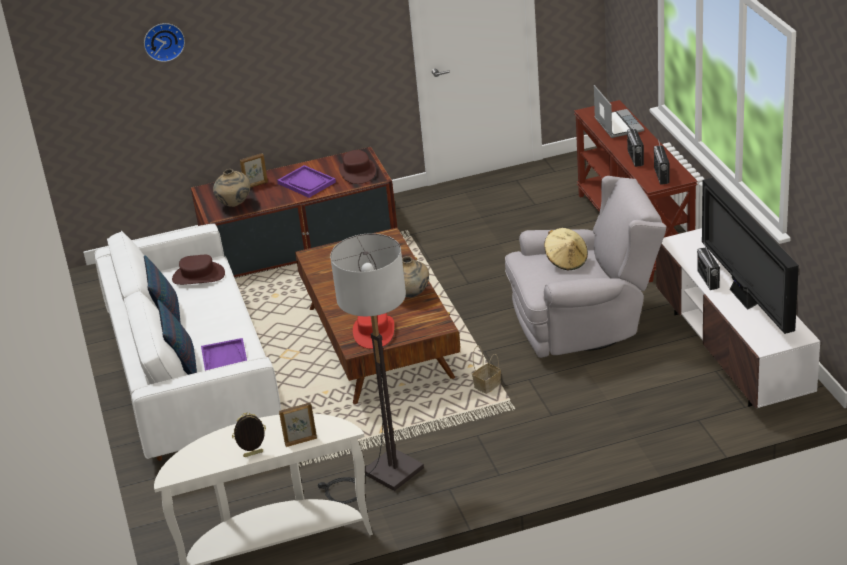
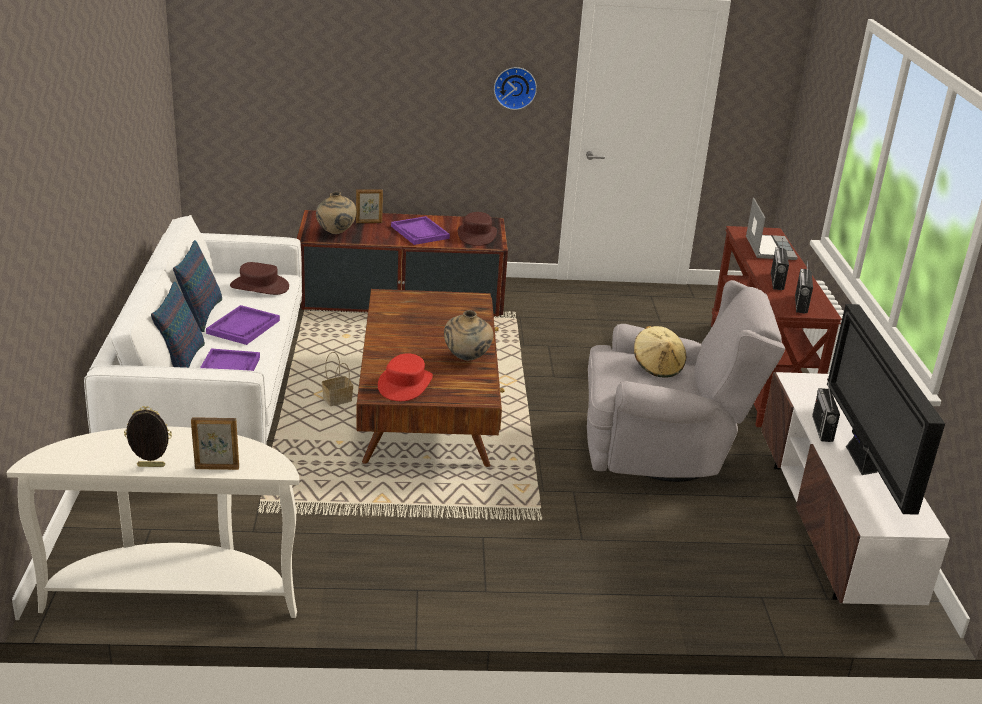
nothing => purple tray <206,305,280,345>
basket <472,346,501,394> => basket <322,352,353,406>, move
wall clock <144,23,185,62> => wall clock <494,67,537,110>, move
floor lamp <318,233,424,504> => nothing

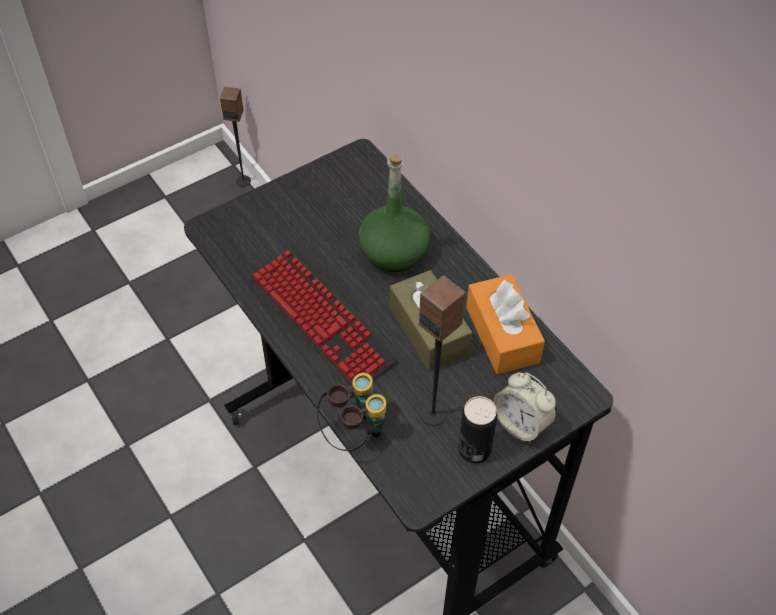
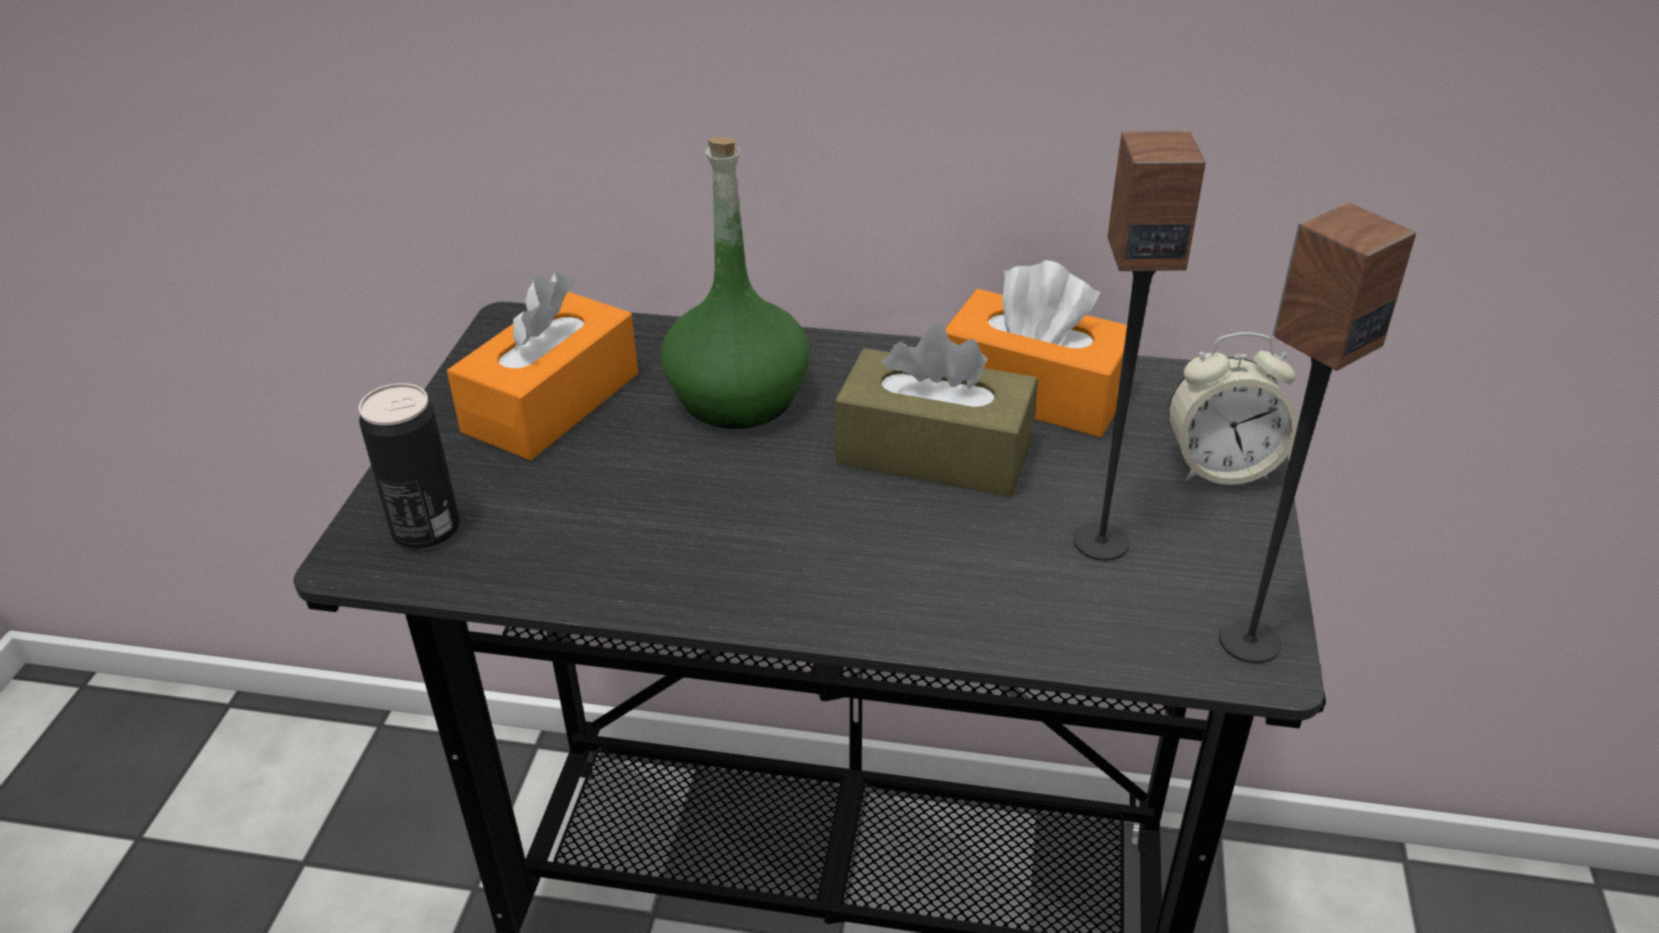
can <458,396,497,464> => can <359,383,460,549>, move
nothing => orange tissue box <447,272,638,460>
speaker <220,87,251,187> => speaker <1219,202,1416,663>, move
keyboard <249,250,397,386> => nothing
binoculars <316,373,387,451> => nothing

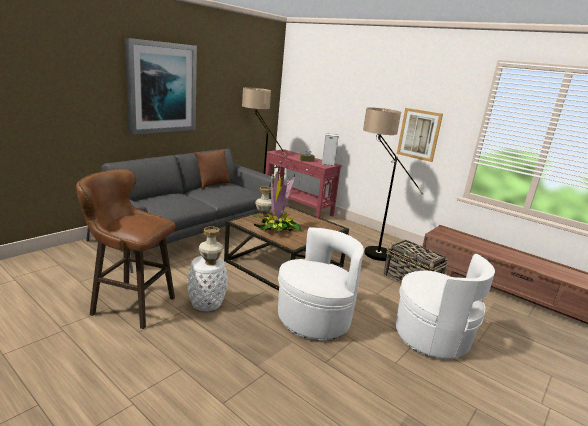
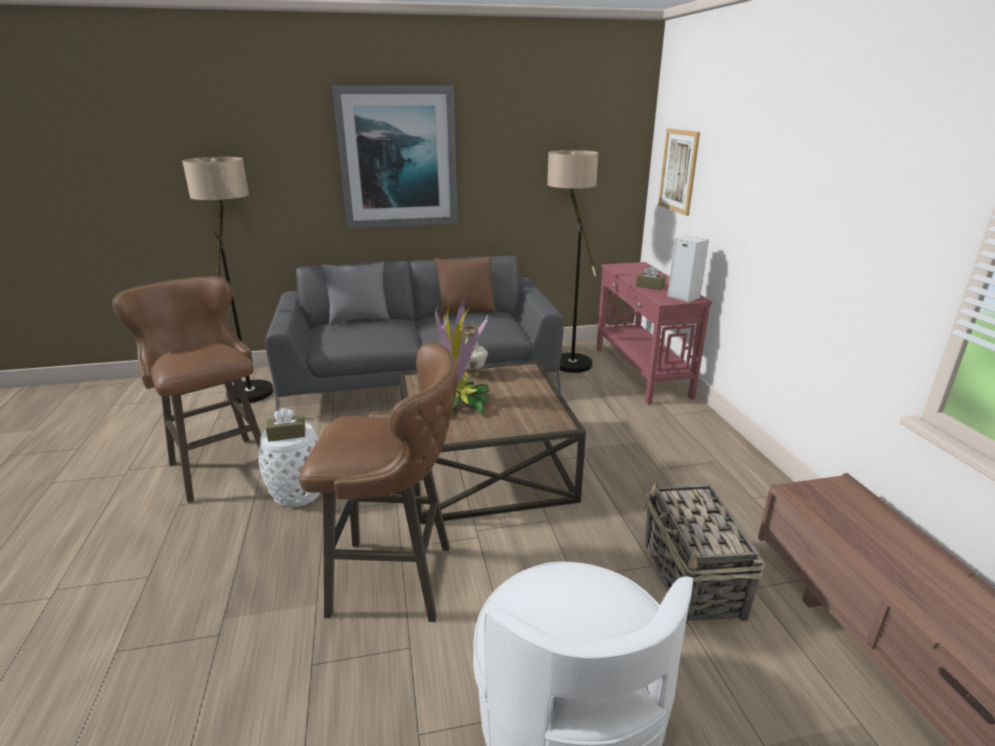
floor lamp <363,107,423,261> => floor lamp <182,157,273,404>, move
vase <199,227,223,265> => brown tissue box <266,408,305,442>
white armchair <278,227,364,341> => brown stool <299,342,458,622>
nothing => grey pillow <321,262,390,326>
picture <397,108,443,162> => picture <658,128,700,216>, move

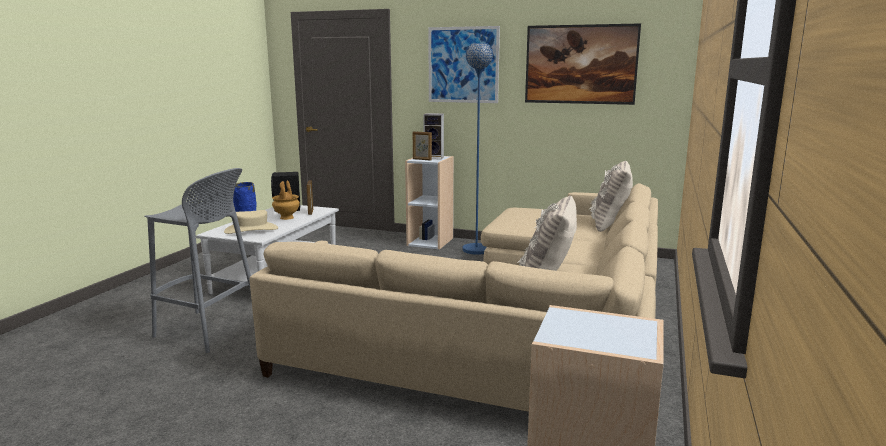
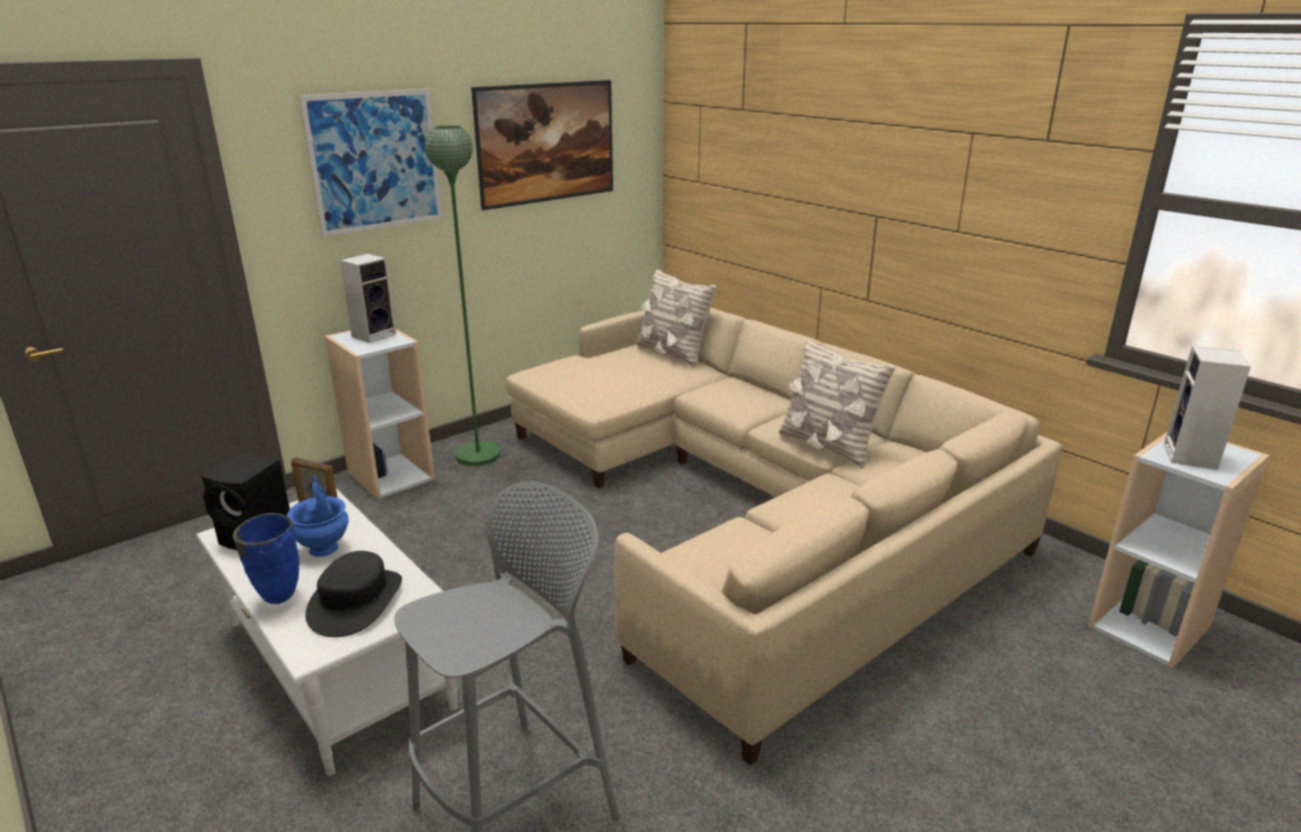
brown vase <272,181,300,220> => blue vase <287,476,349,557>
beige hat <224,210,278,234> => black hat <305,551,402,637>
blue floor lamp <463,43,493,255> => green floor lamp <425,125,501,466>
nothing => speaker <1164,346,1251,470>
picture frame <413,131,432,160> => nothing

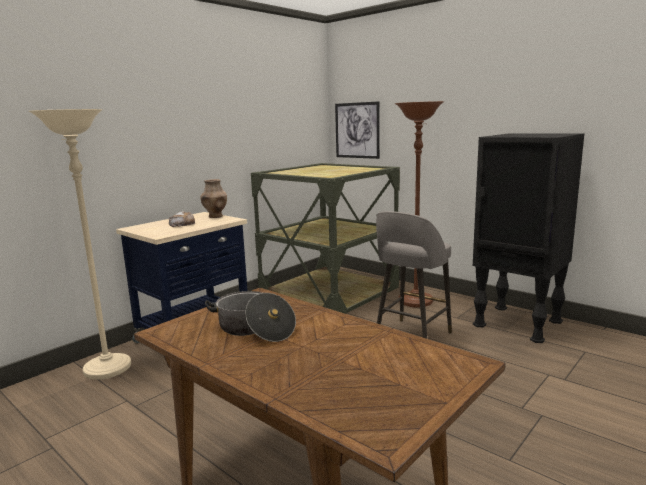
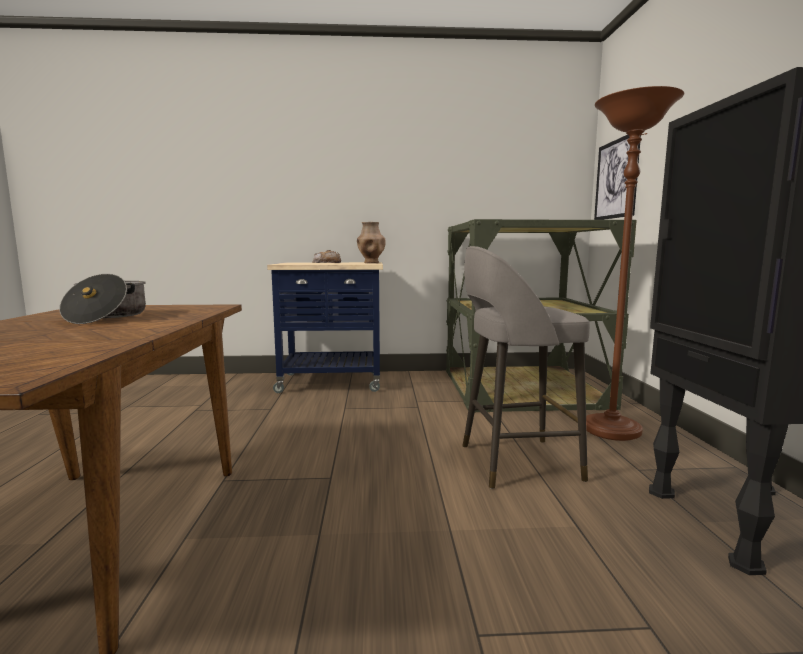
beige floor lamp <29,109,131,380> => nothing

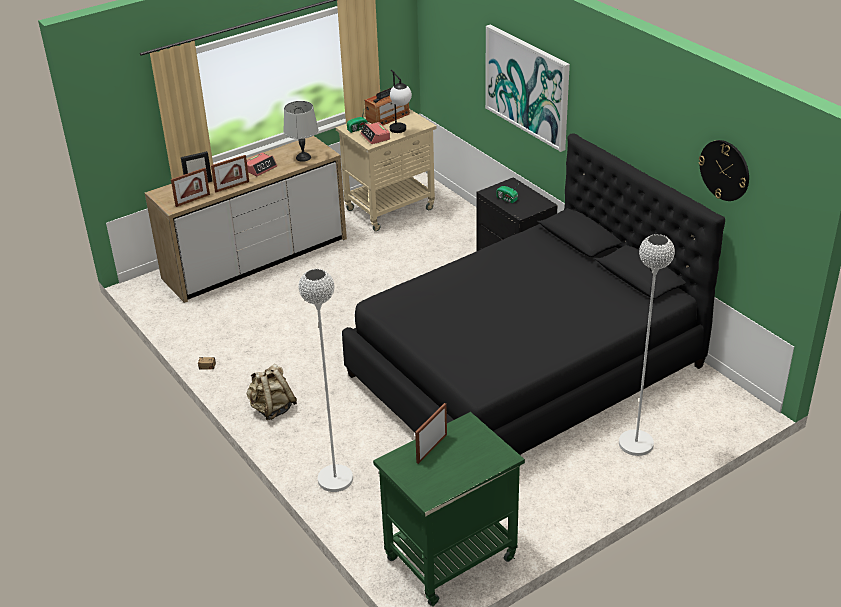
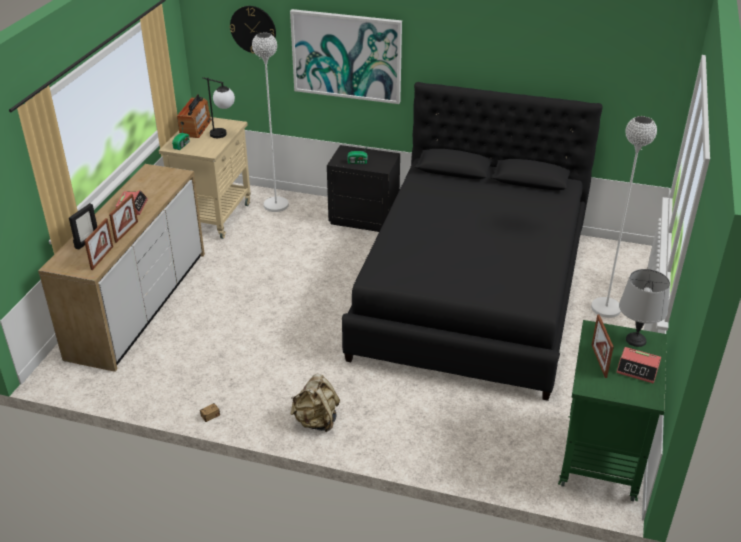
wall clock <698,140,749,201> => wall clock <230,6,276,54>, move
white floor lamp <299,268,353,492> => white floor lamp <252,33,289,212>, move
alarm clock <361,122,390,144> => alarm clock <616,347,661,384>, move
grey table lamp <283,101,318,162> => grey table lamp <619,269,670,347>, move

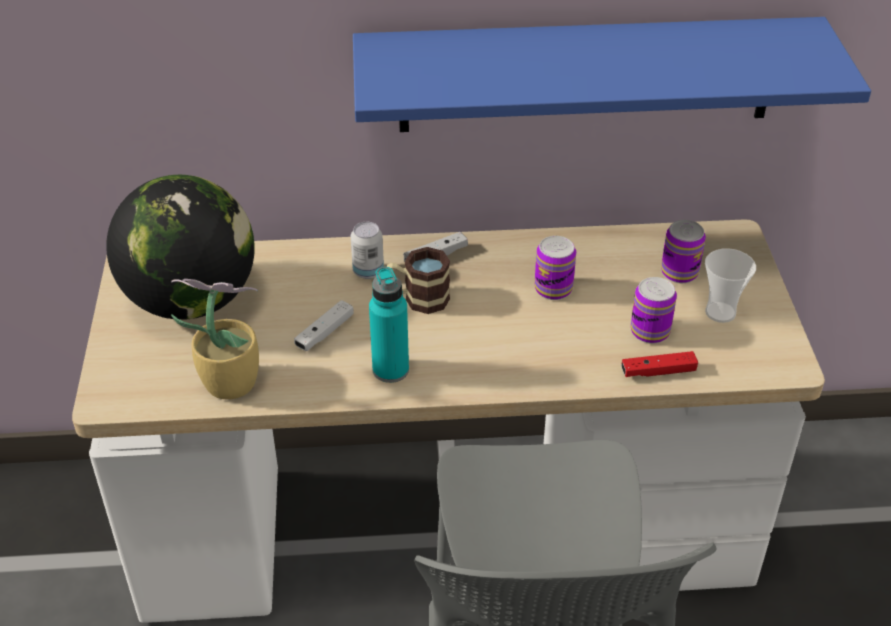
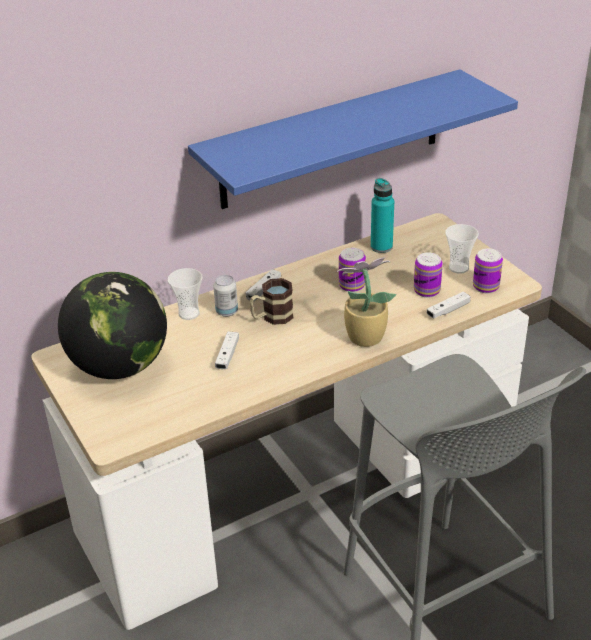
nothing => cup <168,268,203,320>
potted plant <171,279,259,400> => potted plant <336,257,397,347>, move
turquoise bottle <369,267,409,383> => turquoise bottle <371,178,394,253>, move
red game controller <621,351,698,377> => white game controller <426,292,471,318>
can <661,220,706,283> => can <473,248,503,293>, move

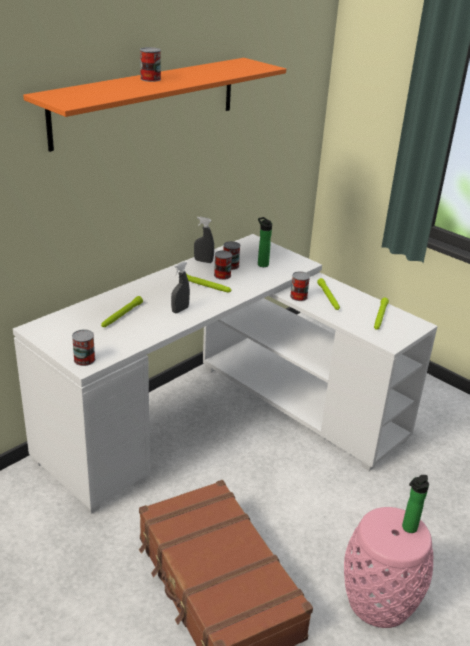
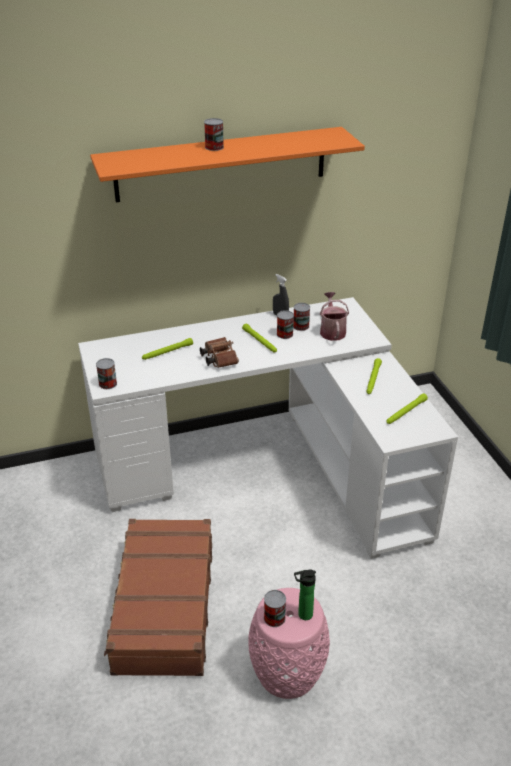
grey spray bottle <171,261,190,313> => brown binoculars <200,337,239,368>
can <290,271,310,301> => can <264,590,286,627>, move
bottle <258,217,272,267> => watering can <320,292,349,341>

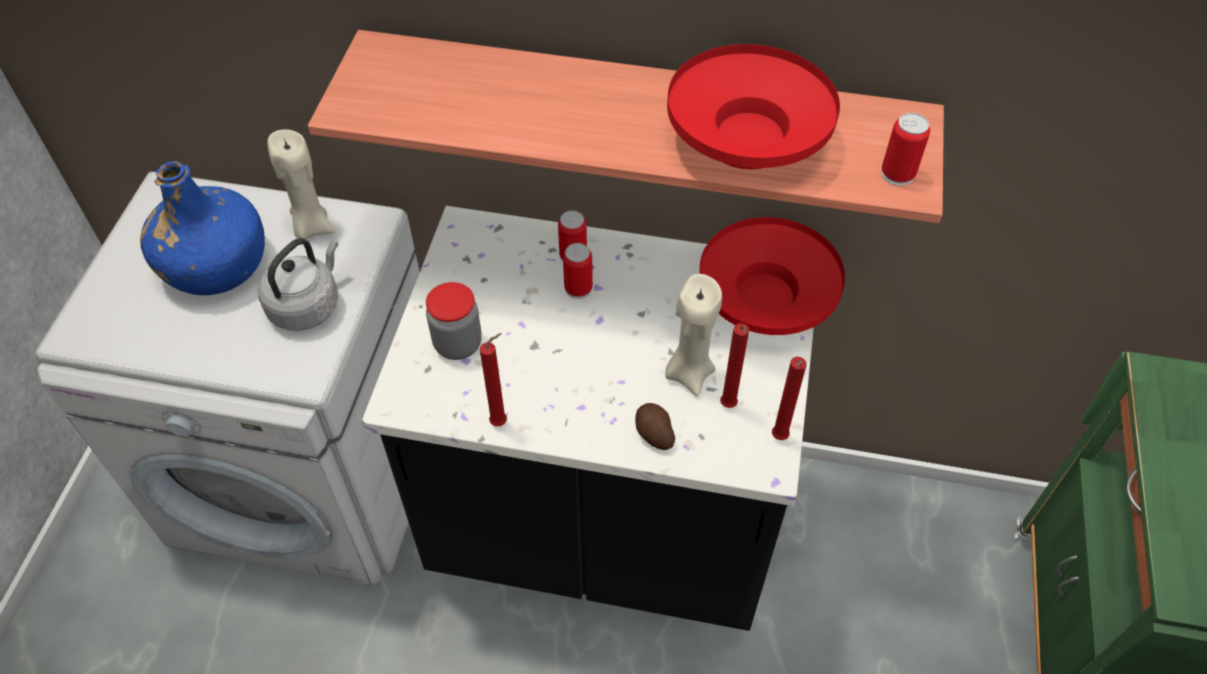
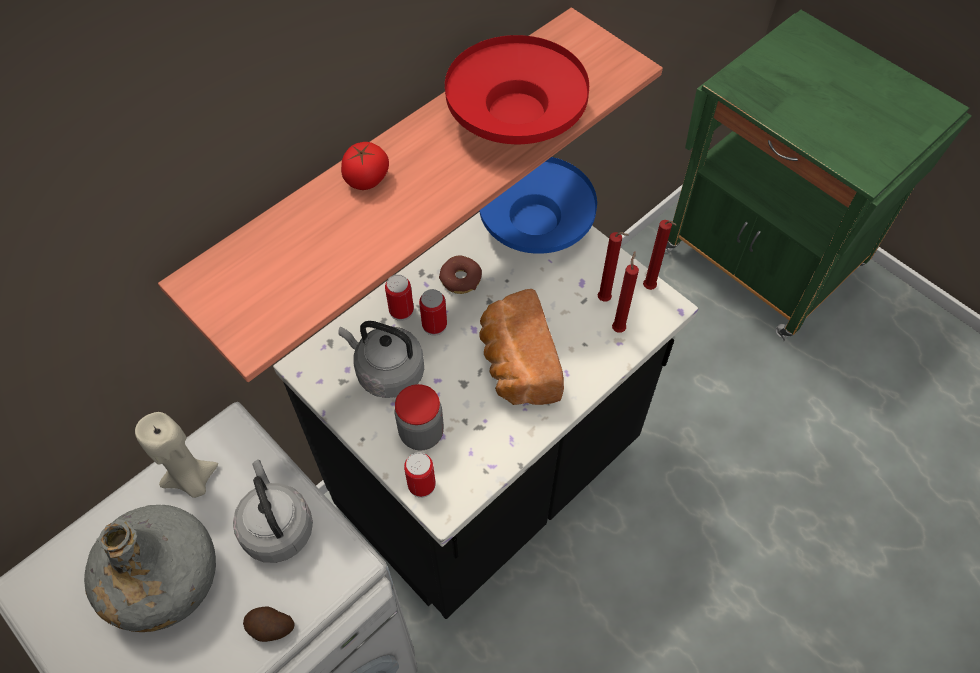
blue bottle <140,161,265,295> => grey bottle <84,505,216,632>
potato <635,403,675,450> => potato <243,606,295,642>, move
nothing => grey kettle <338,321,424,398>
nothing => tomato <341,142,389,190>
can <882,113,930,186> => can <404,452,436,498>, move
nothing => donut <439,256,482,294>
red bowl <700,217,845,335> => blue bowl <479,157,597,254>
nothing => bread <479,289,564,405>
red candle <480,333,507,426> => red candle <612,251,639,332>, move
beige candle <665,274,722,396> => nothing

